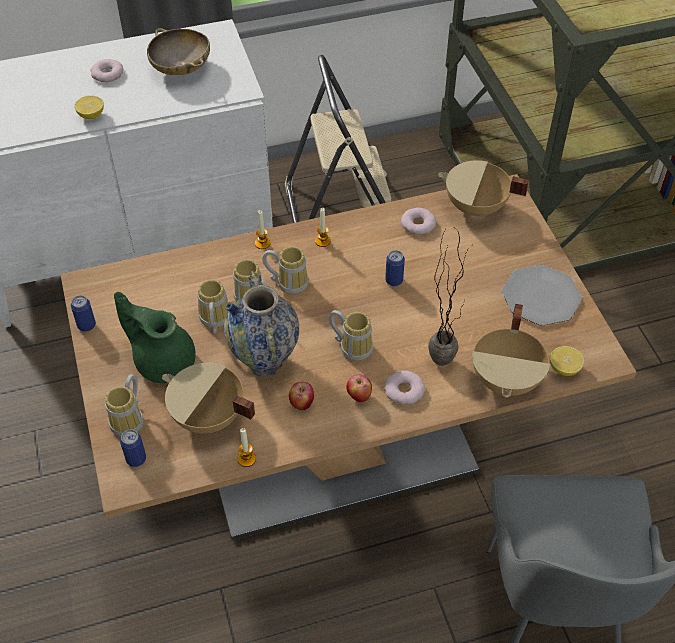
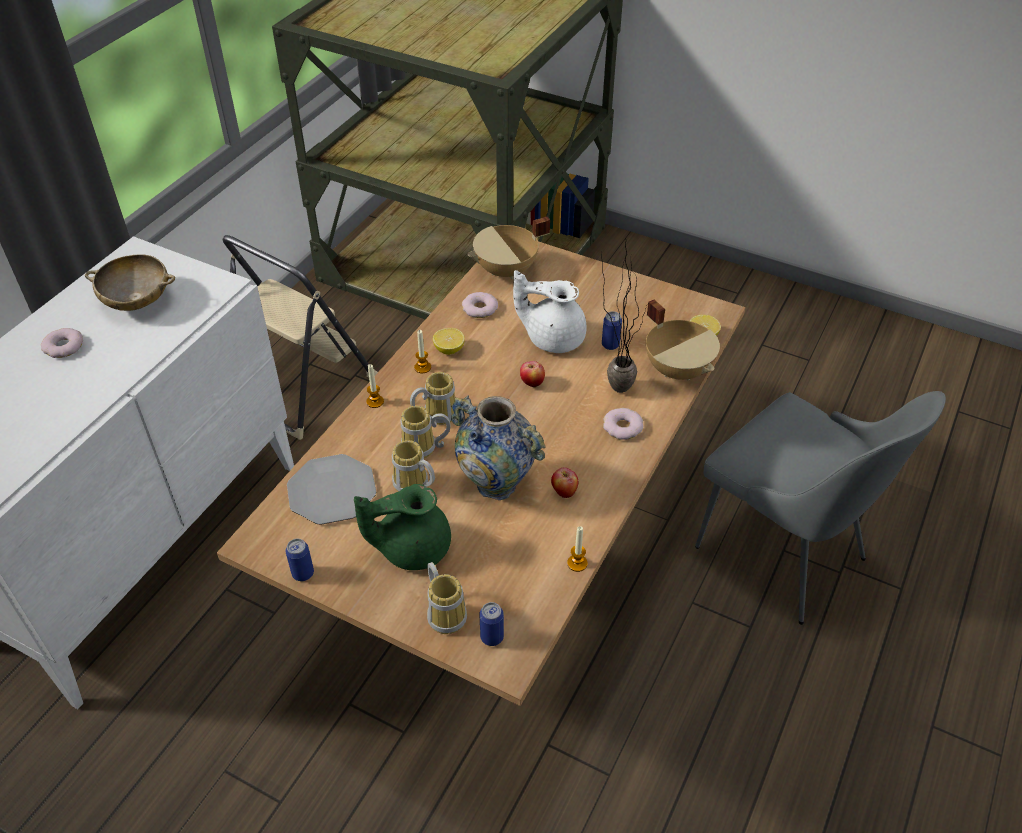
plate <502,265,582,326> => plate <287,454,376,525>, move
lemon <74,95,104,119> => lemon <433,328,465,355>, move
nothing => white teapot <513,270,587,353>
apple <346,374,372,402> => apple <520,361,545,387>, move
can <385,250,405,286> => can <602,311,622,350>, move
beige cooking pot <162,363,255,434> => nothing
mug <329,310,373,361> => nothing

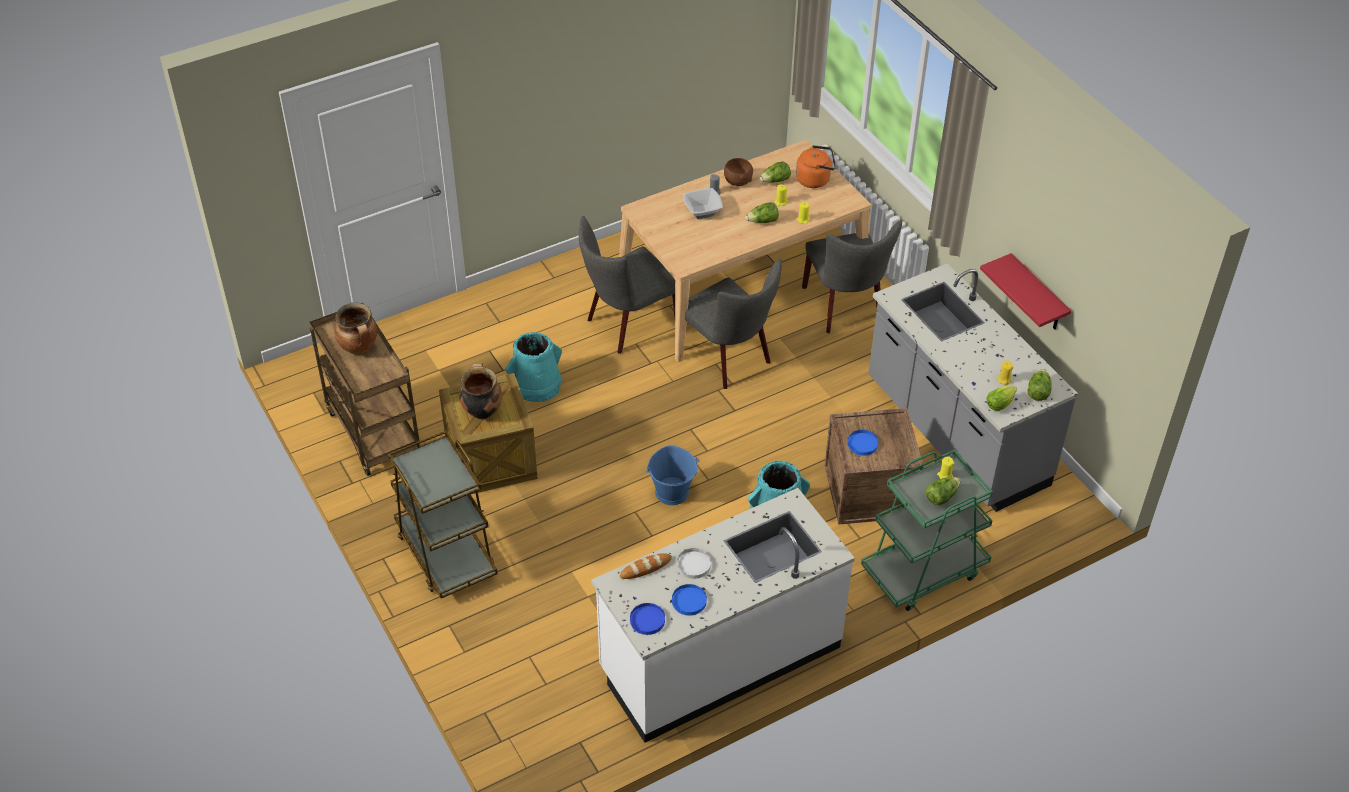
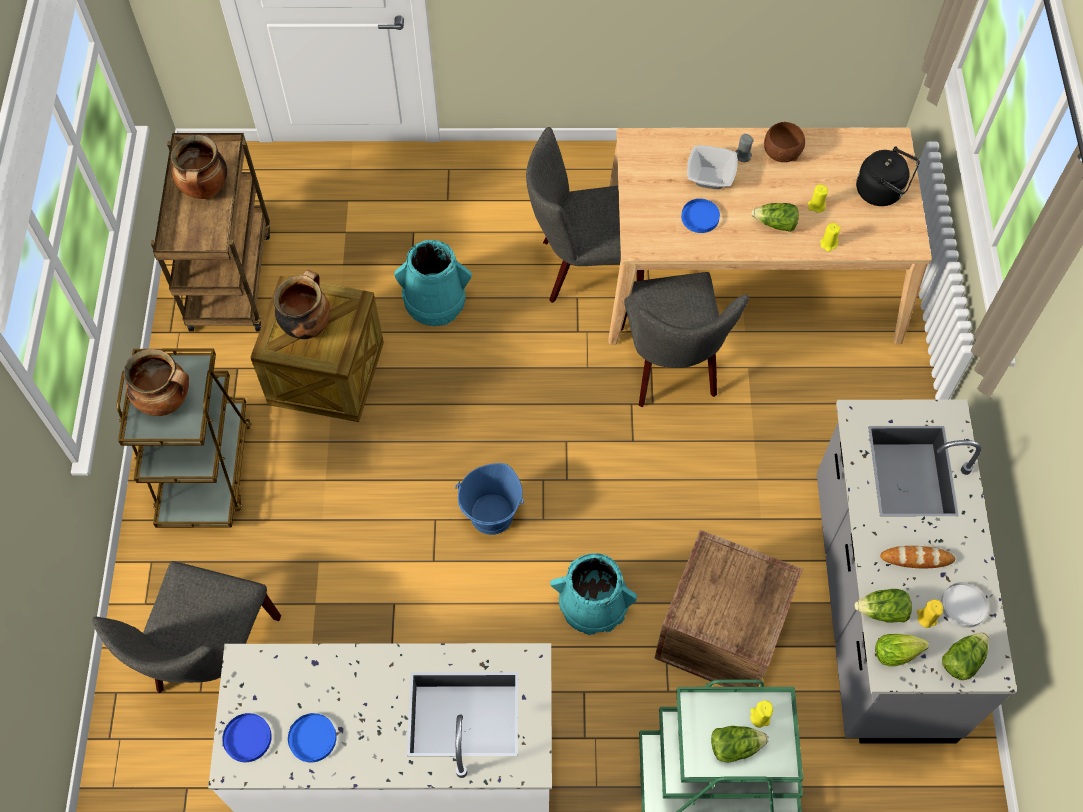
grey chair <802,221,902,334> => grey chair <92,561,281,694>, move
nothing => cooking pot <124,349,189,416>
blue plate <848,430,878,456> => blue plate <681,199,720,233>, move
lettuce <759,161,791,183> => lettuce <854,589,912,623>, move
orange kettle <796,145,836,188> => black kettle <856,146,920,206>
bread <620,553,672,579> => bread <880,546,955,568>, move
white plate <677,548,711,579> => white plate <941,582,989,628>, move
red shelf <980,253,1071,330> => nothing

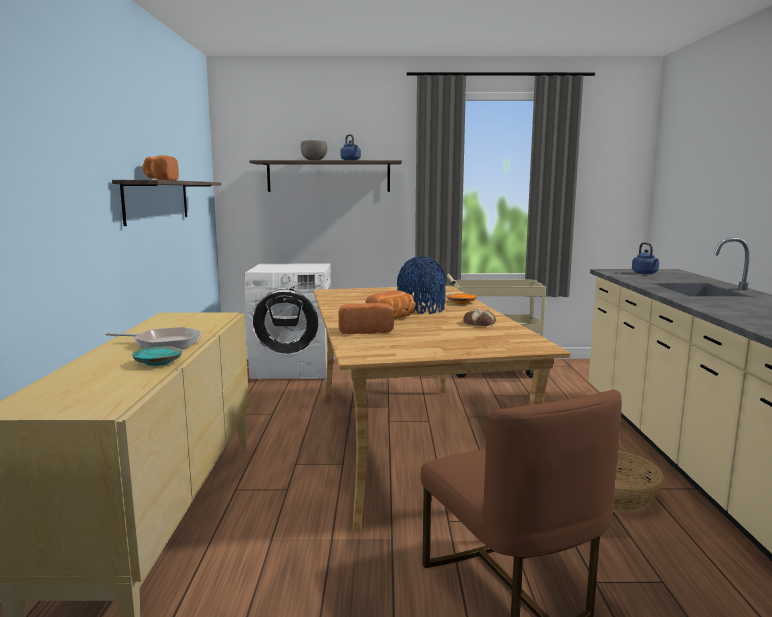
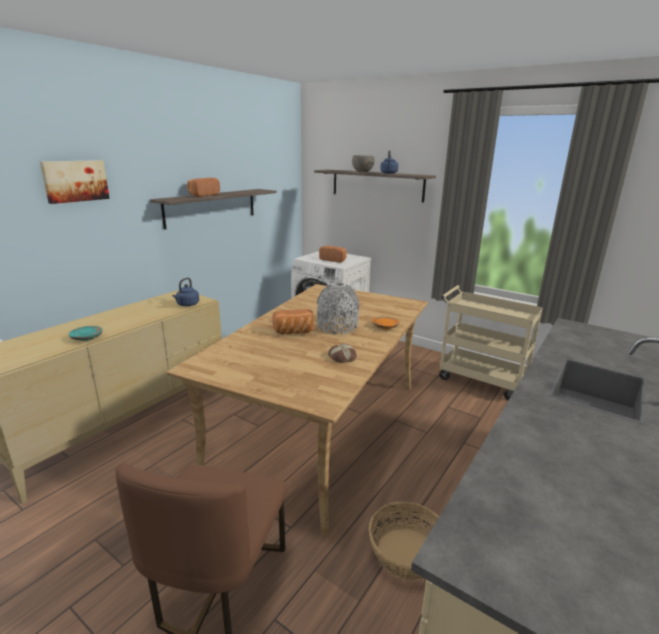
nothing => picture <40,160,110,204>
blue kettle <632,242,659,274> => blue kettle <173,278,199,306>, move
blue vase <397,257,446,314> => grey vase <317,282,359,335>
bread <338,303,394,334> => bread <319,246,347,263>, move
frying pan <105,327,202,349> => nothing

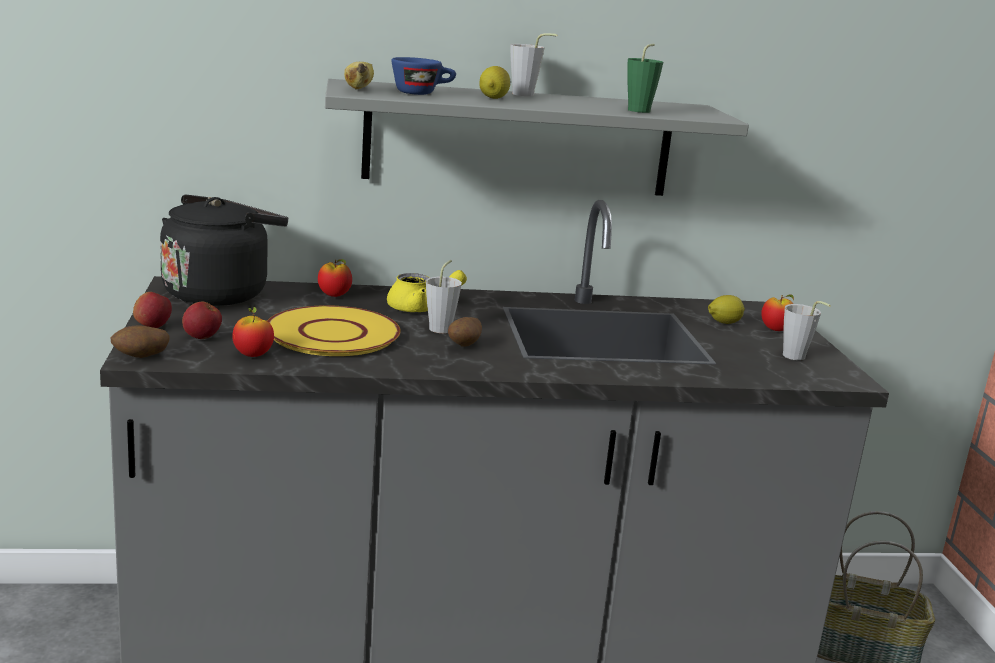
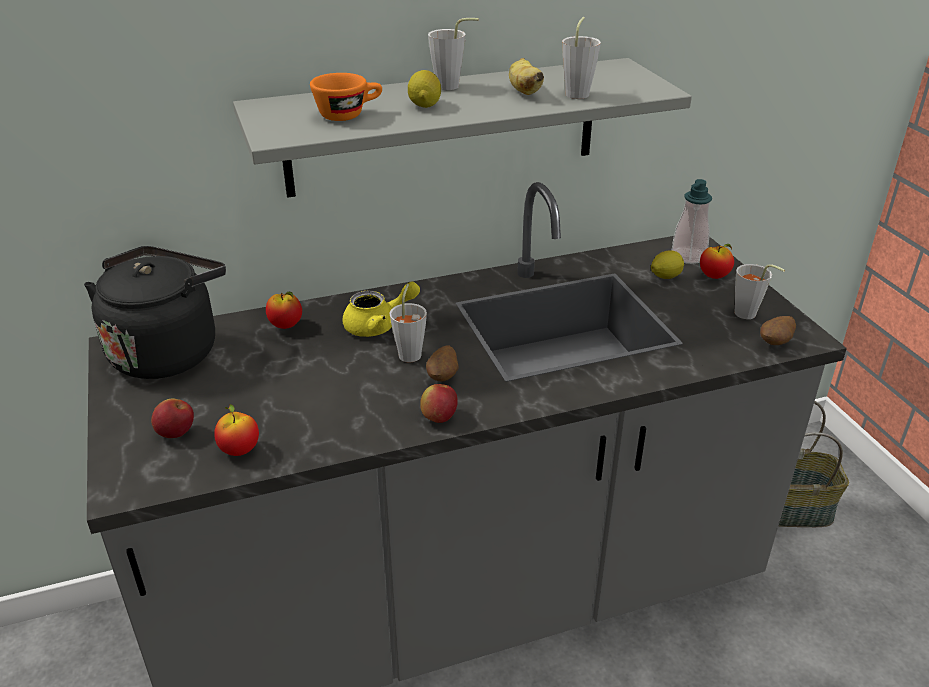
blue cup <391,57,456,95> => orange cup <310,73,382,121>
apple <133,292,172,328> => apple <420,384,458,423>, move
banana <344,62,374,90> => banana <509,58,544,95>, move
green cup <627,44,663,113> => grey cup <562,17,601,99>
nothing => soap dispenser <672,179,712,264>
potato <111,325,170,358> => potato <760,316,796,345>, move
yellow plate <267,305,401,356> => nothing

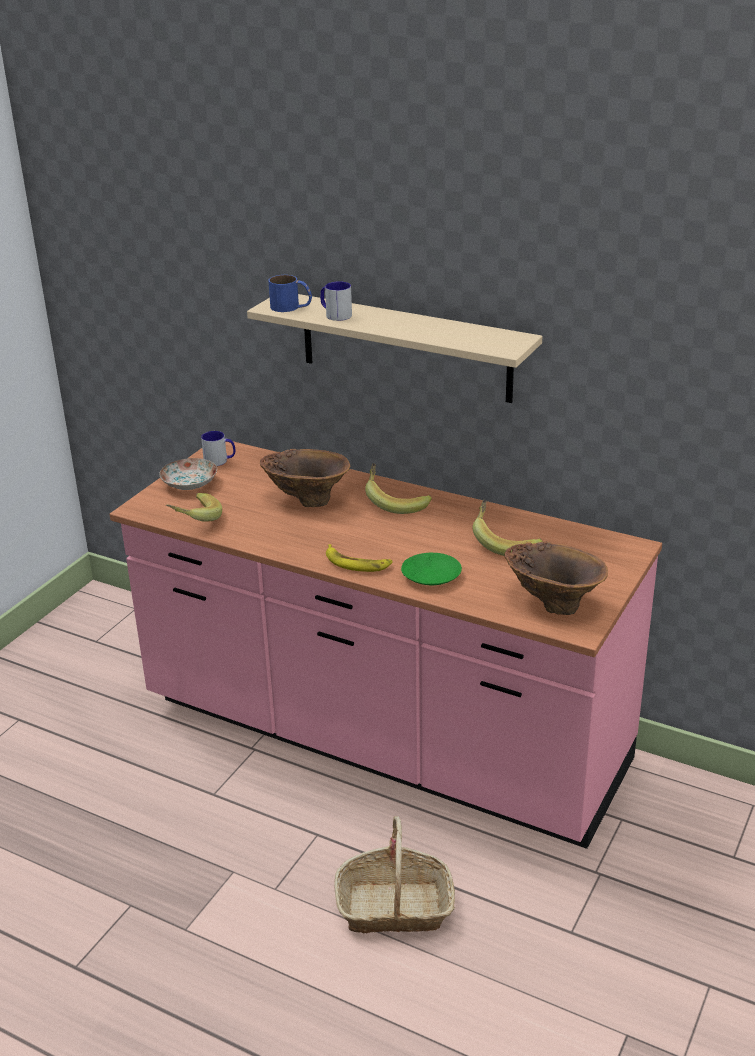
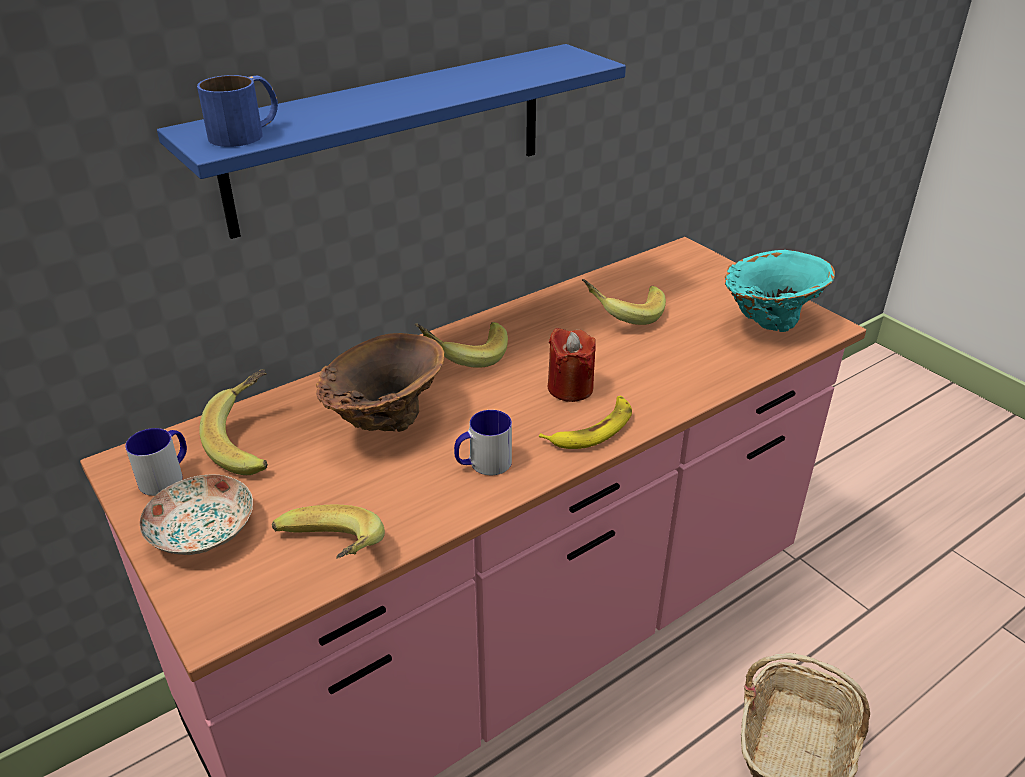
beige shelf <247,294,543,403> => blue shelf <157,44,626,239>
nothing => banana <199,369,268,475>
mug <320,281,352,321> => mug <454,410,512,475>, move
nothing => red candle <548,328,596,402>
brown vase <504,542,608,615> => turquoise vase <725,250,835,332>
green plate <401,552,462,585> => nothing

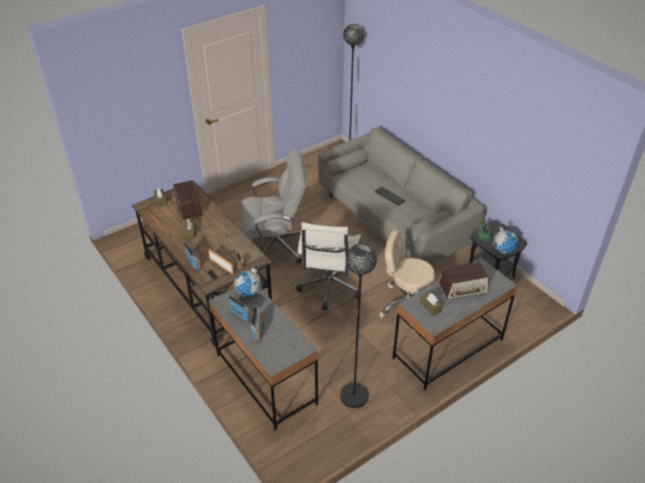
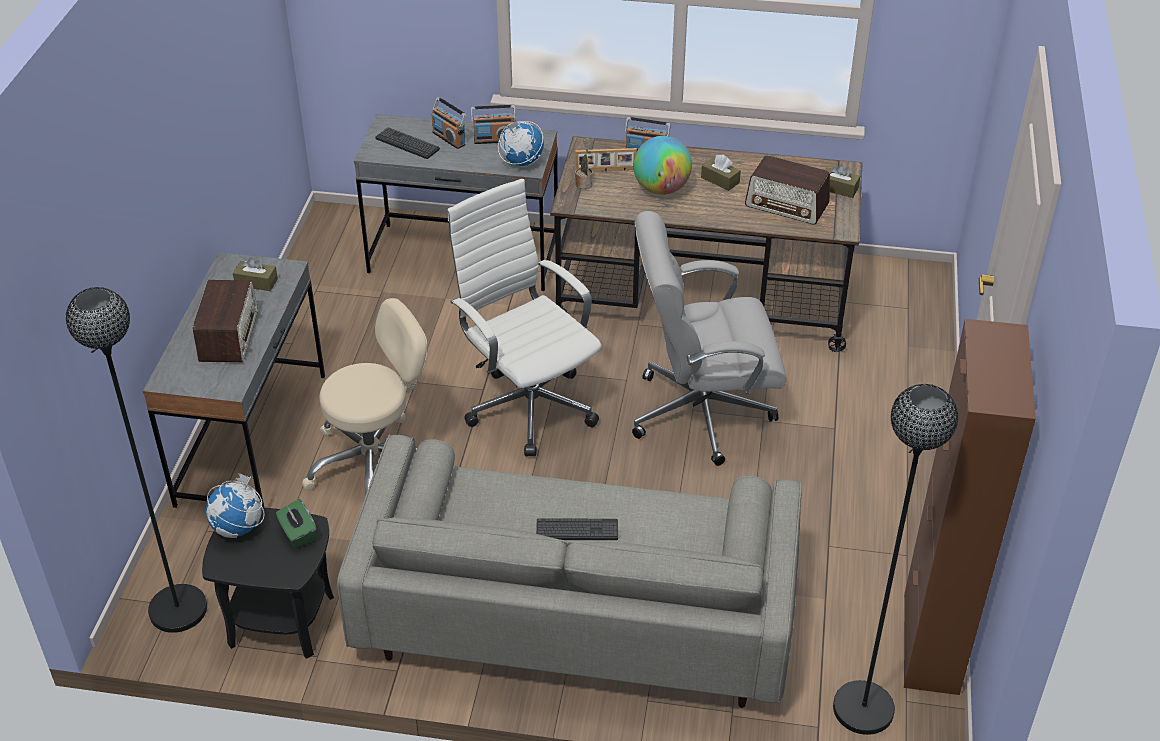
black floor lamp <340,244,377,408> => black floor lamp <66,287,207,633>, move
radio <439,262,489,299> => radio <193,280,258,363>, 150 degrees clockwise
nothing => keyboard <375,127,440,159>
grey office chair <241,150,306,264> => grey office chair <632,211,787,466>, 45 degrees clockwise
nothing => globe <633,136,692,195>
nothing => brown cabinet <904,319,1036,695>

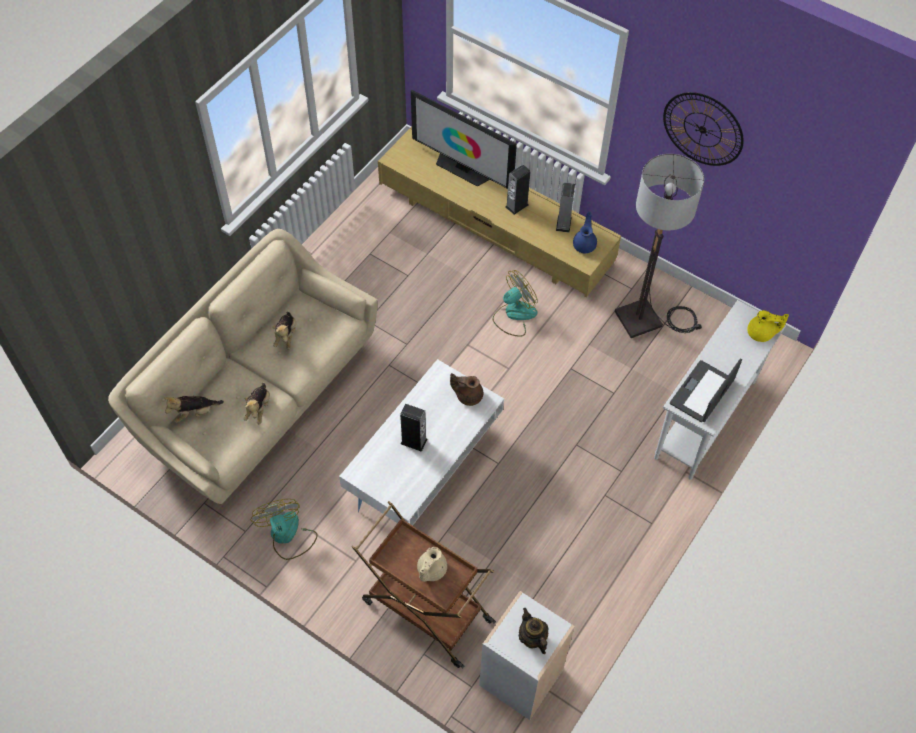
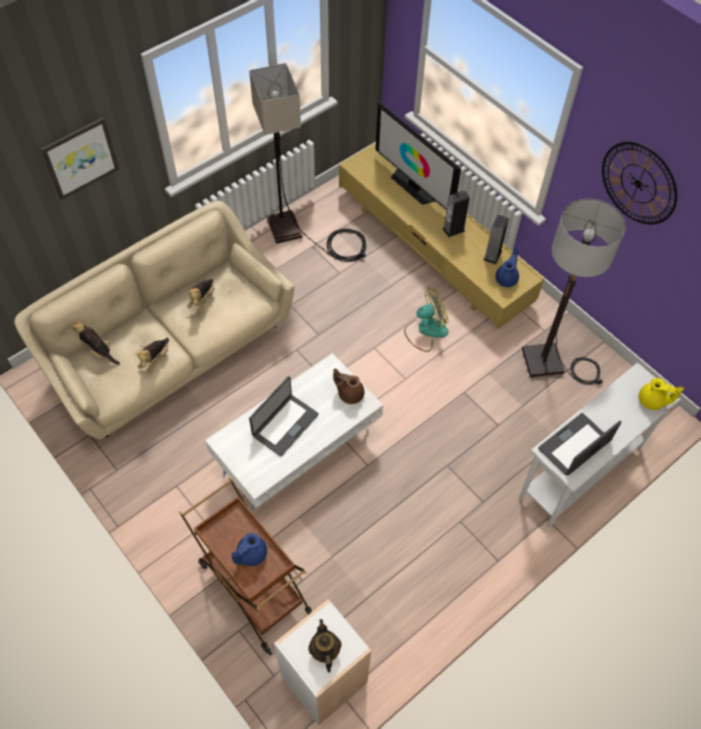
nothing => picture <41,117,119,200>
plush toy <164,395,224,423> => plush toy <72,322,120,365>, 45 degrees clockwise
beige teapot <417,547,447,582> => blue teapot <231,533,267,566>
nothing => floor lamp <249,63,366,262>
speaker <400,404,427,452> => laptop <249,376,319,456>
fan <250,499,318,560> => nothing

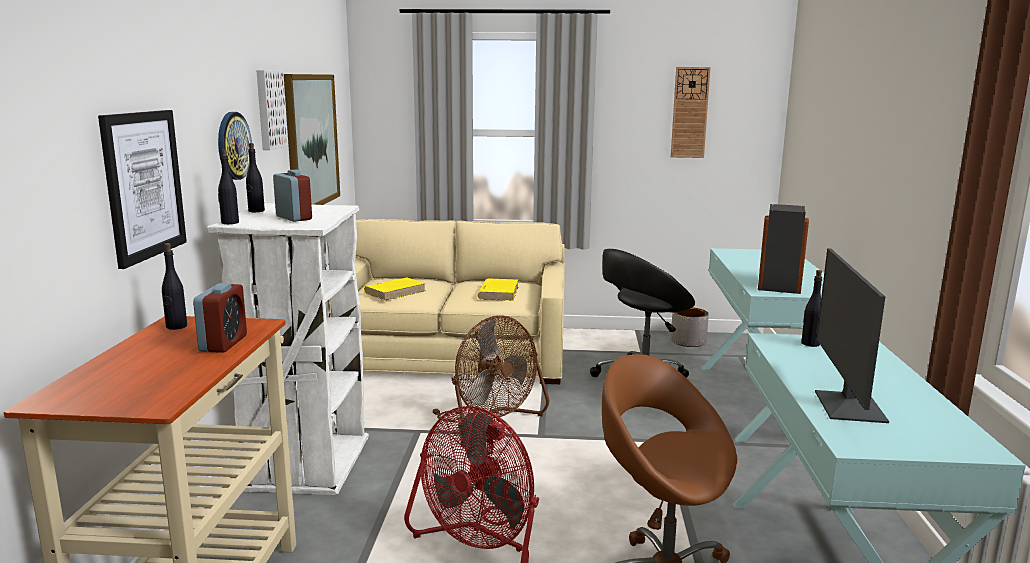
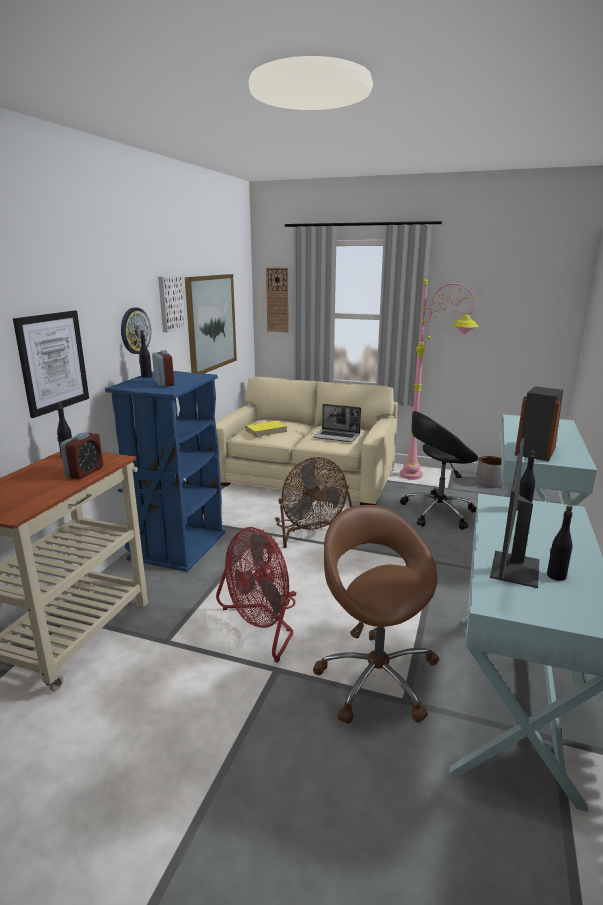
white bookcase <207,203,369,495> => blue bookcase <105,371,226,571>
wall clock <671,67,711,158> => wall clock <266,268,289,332>, move
yellow book <477,278,518,301> => laptop <313,404,361,442>
nothing => pink floor lamp <400,278,479,480>
black bottle <218,149,239,224> => black bottle <547,505,573,581>, move

